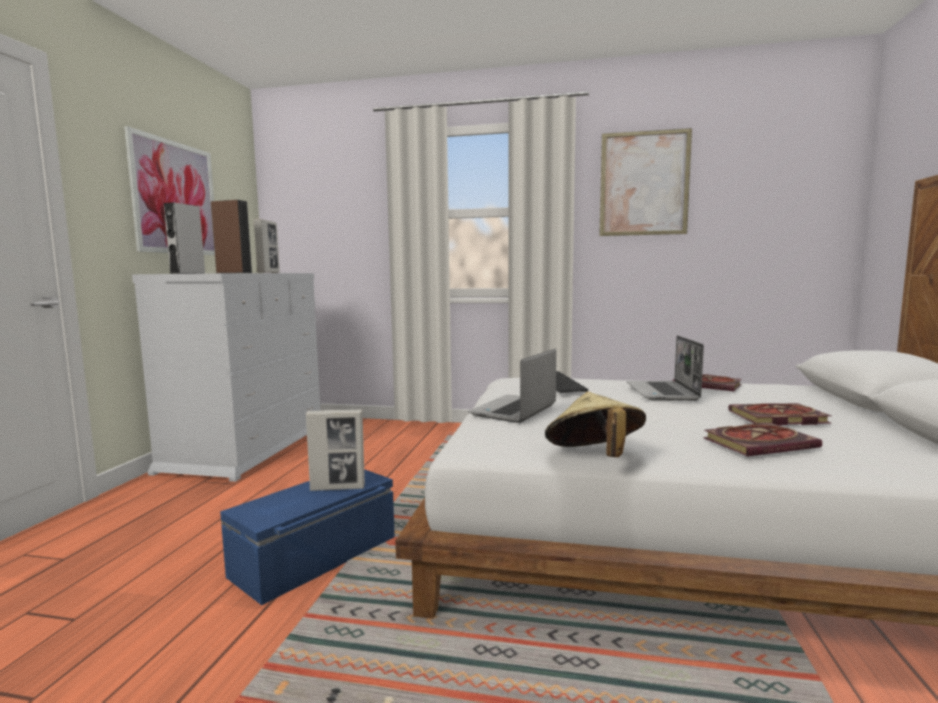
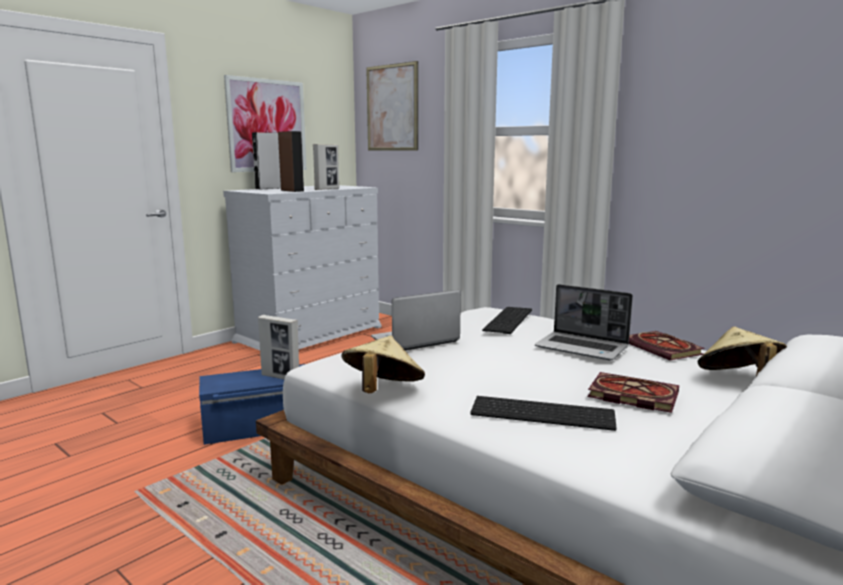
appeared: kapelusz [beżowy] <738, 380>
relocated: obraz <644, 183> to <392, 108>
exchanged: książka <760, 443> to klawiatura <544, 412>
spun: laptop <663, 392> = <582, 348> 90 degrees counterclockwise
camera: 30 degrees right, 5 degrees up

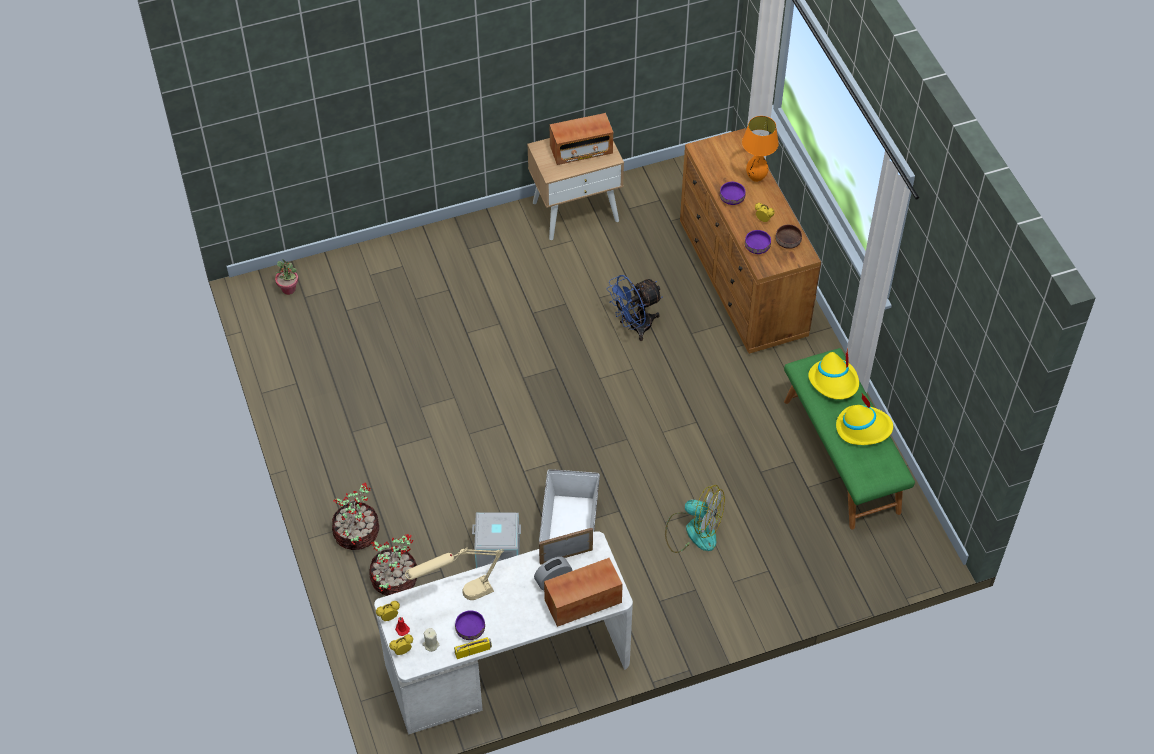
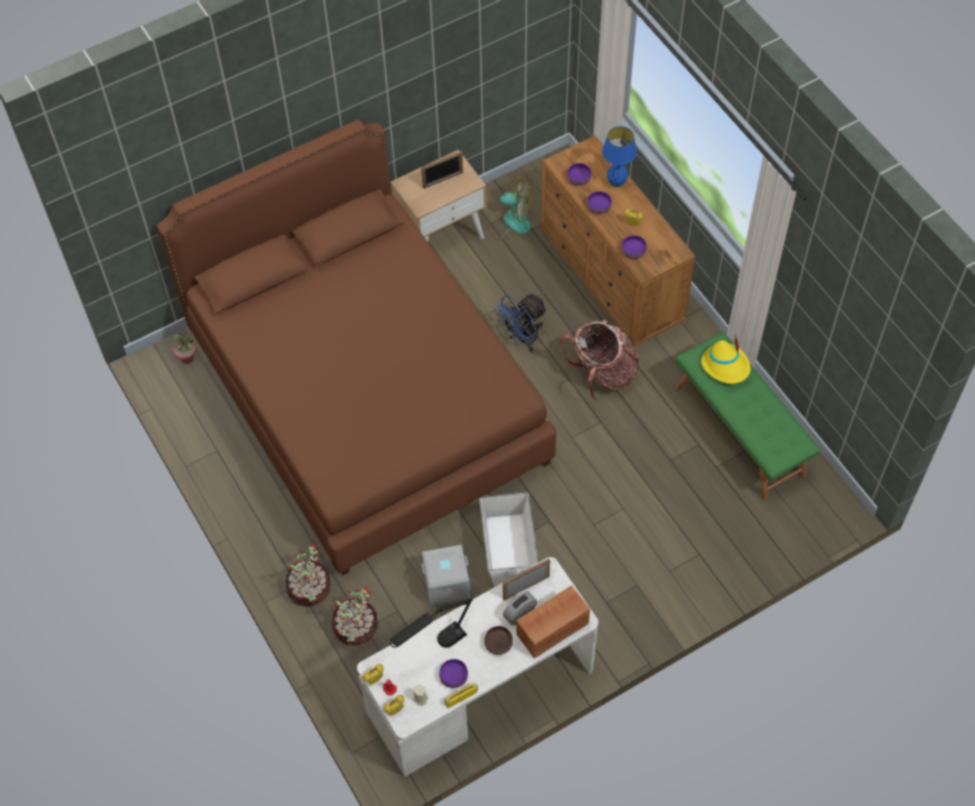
missing: kapelusz [żółty] <863, 428>
appeared: łóżko [brązowy] <366, 397>; miska [fioletowy] <579, 178>; plecak <602, 374>
relocated: miska [brązowy] <787, 241> to <498, 643>; wentylator <693, 531> to <510, 220>
exchanged: radio <581, 150> to ramka na zdjęcie <443, 180>
colour: lampa stołowa [pomarańczowy] <756, 177> to lampa stołowa [niebieski] <616, 183>; lampa stołowa [beżowy] <458, 597> to lampa stołowa [czarny] <435, 647>
camera: 10 degrees left, 5 degrees up

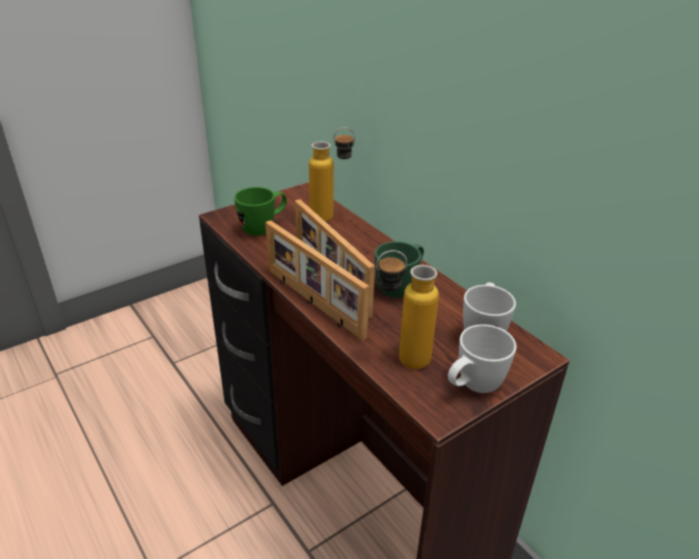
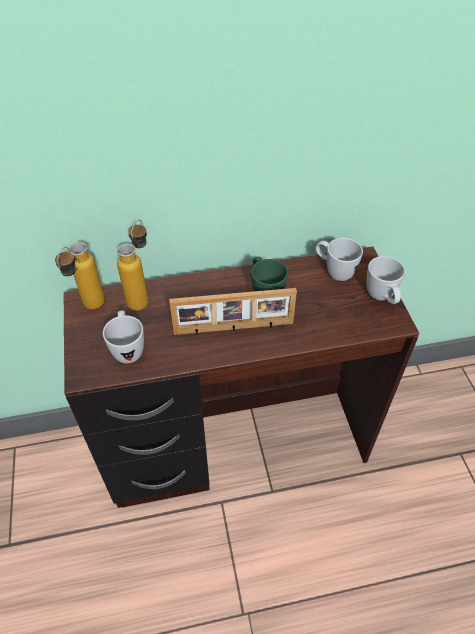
missing: ramka na zdjęcie <312, 303>
relocated: butelka <401, 360> to <89, 308>
colour: kubek [zielony] <263, 228> to kubek [biały] <128, 348>
camera: 65 degrees left, 15 degrees up

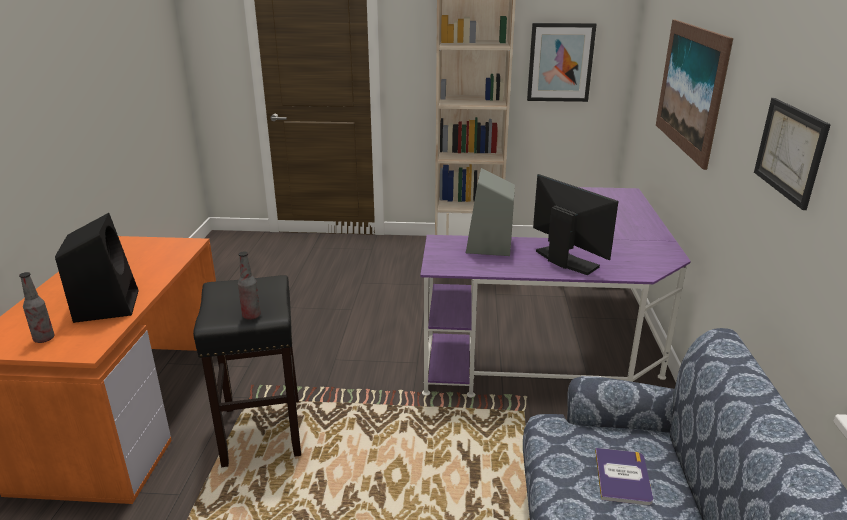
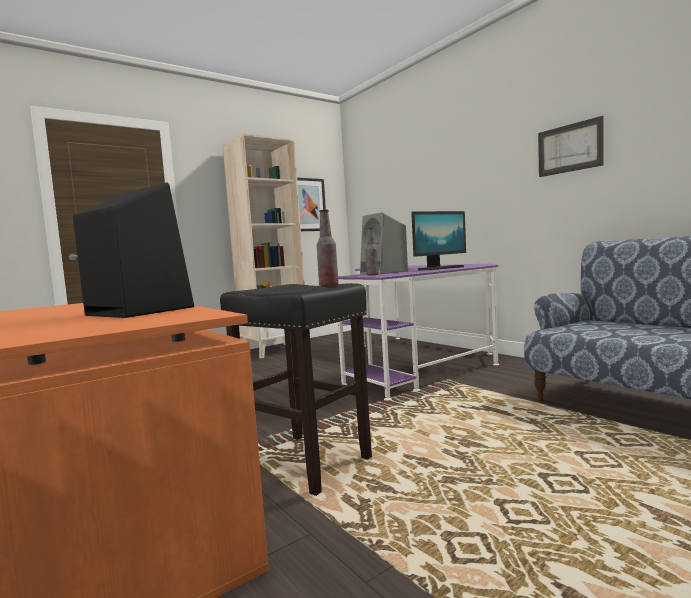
missing: obraz <690, 88>; książka <622, 477>
relocated: butelka <44, 339> to <372, 275>
spun: monitor <565, 261> = <440, 268> 135 degrees clockwise
camera: 40 degrees left, 20 degrees down

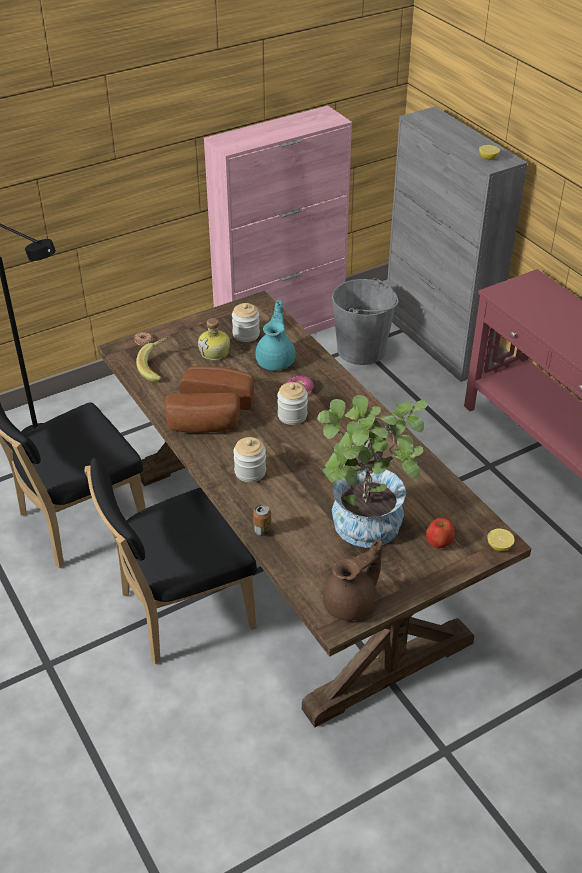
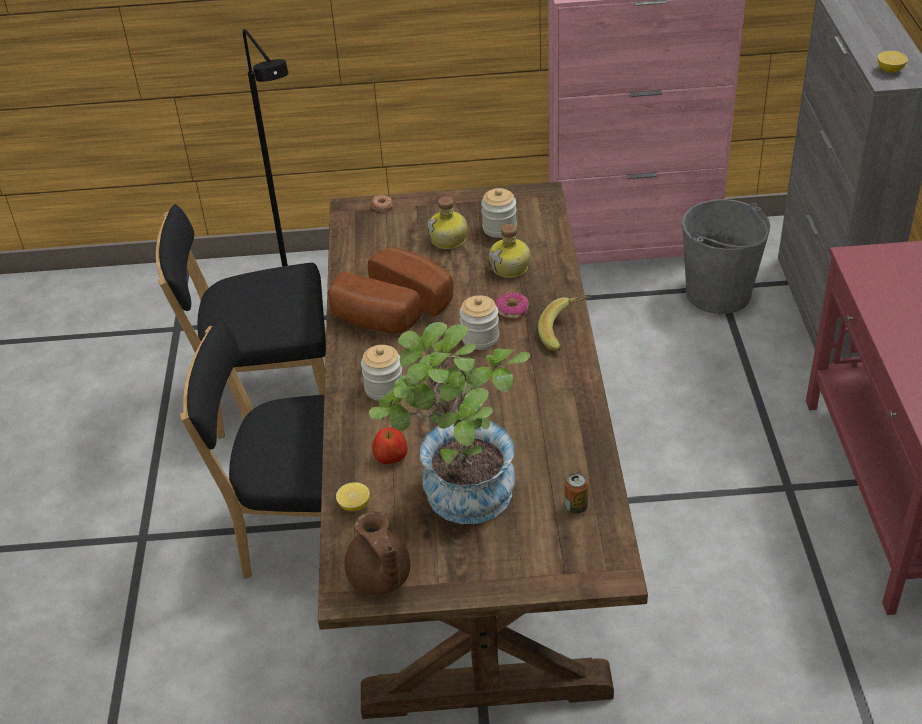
relocated: banan <158, 368> to <566, 332>; puszka <262, 531> to <576, 506>; jabłko <439, 541> to <390, 456>; cytryna <499, 546> to <354, 505>
exchanged: imbryk [turkusowy] <276, 360> to butelka <511, 268>
spun: imbryk [brązowy] <351, 604> = <379, 578> 75 degrees clockwise
camera: 30 degrees right, 0 degrees up

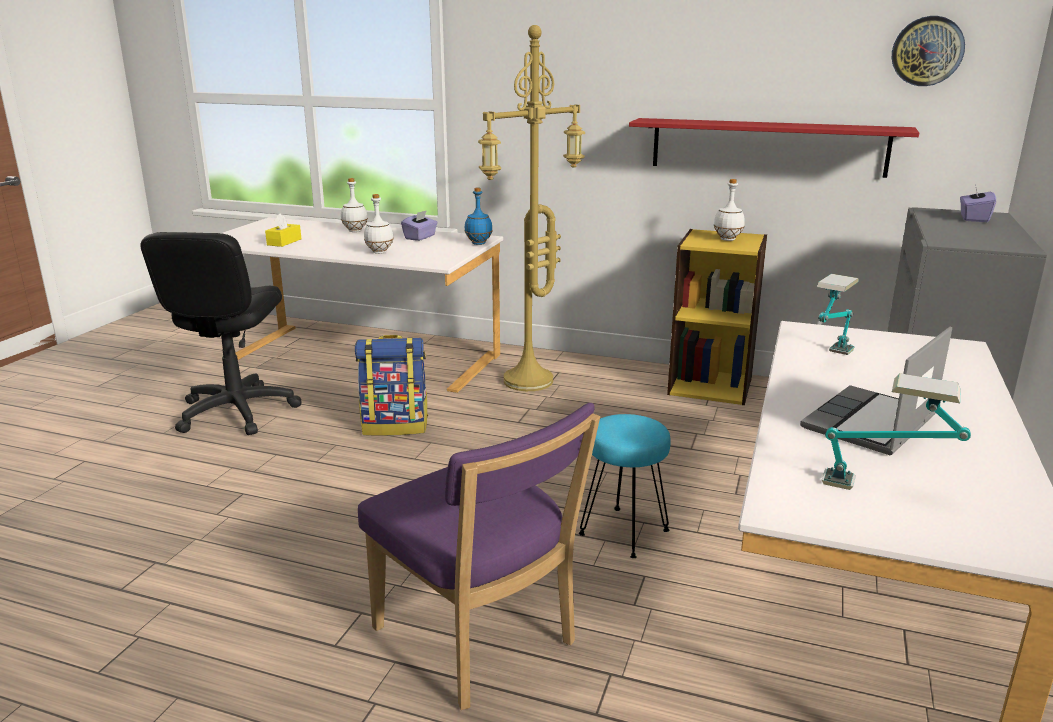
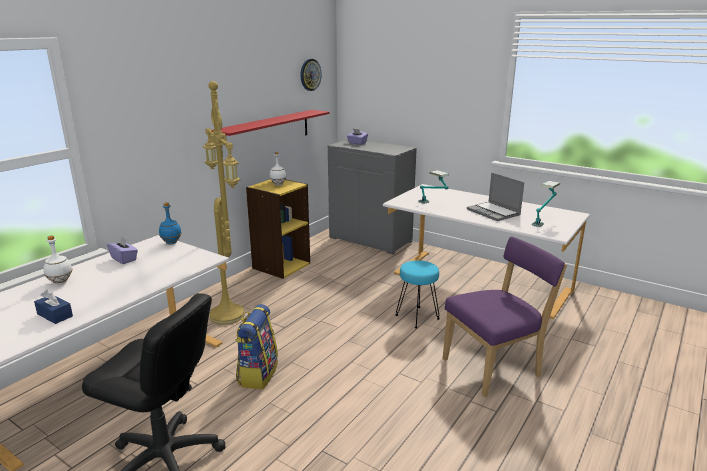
missing: butelka [biały] <379, 252>
colour: pudełko chusteczek [żółty] <284, 242> to pudełko chusteczek [niebieski] <55, 315>
camera: 75 degrees left, 0 degrees up

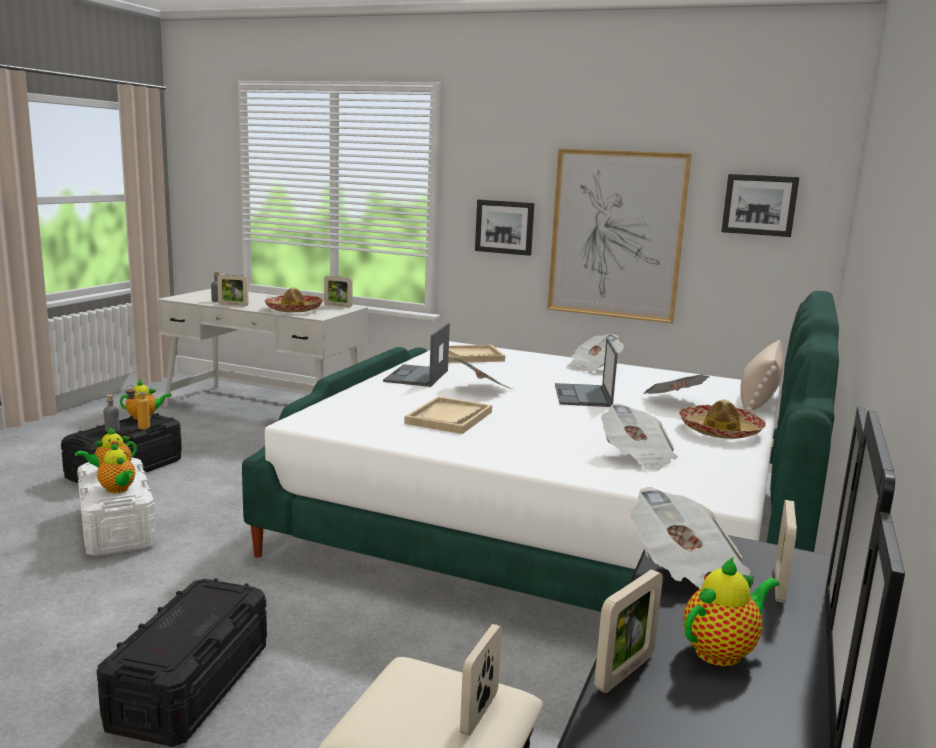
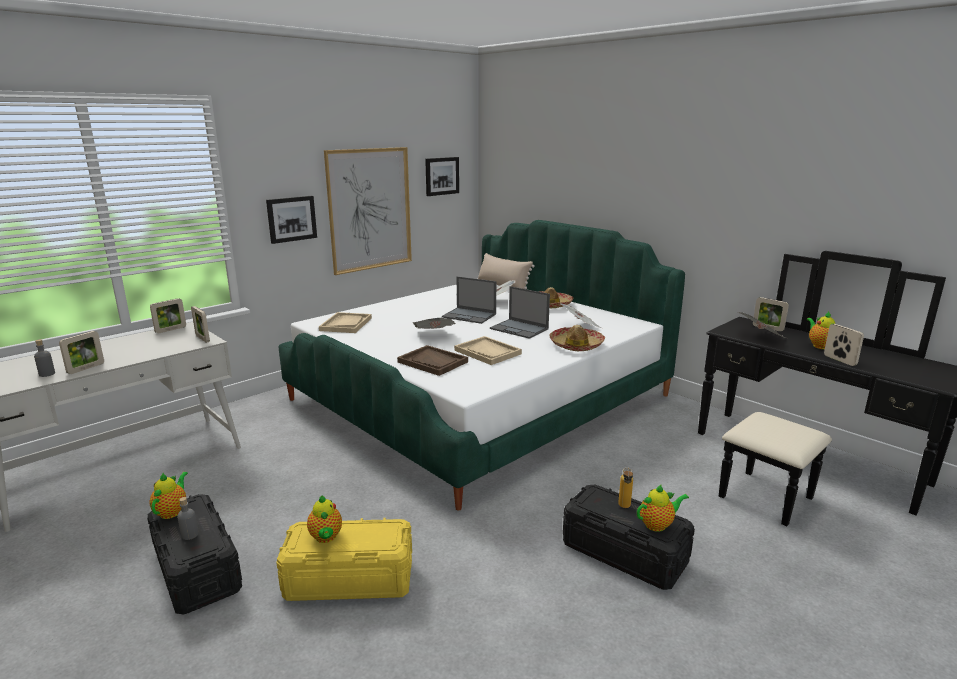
missing: gazeta <592, 367>
appeared: taca [brązowy] <433, 362>
relocated: kapelusz <294, 309> to <576, 345>; laptop <416, 376> to <519, 329>; butelka <139, 428> to <624, 508>; imbryk <118, 490> to <658, 524>; ramka na zdjęcie <479, 713> to <202, 339>
colour: pojemnik do przechowywania [biały] <117, 527> to pojemnik do przechowywania [żółty] <349, 579>
camera: 65 degrees left, 5 degrees up

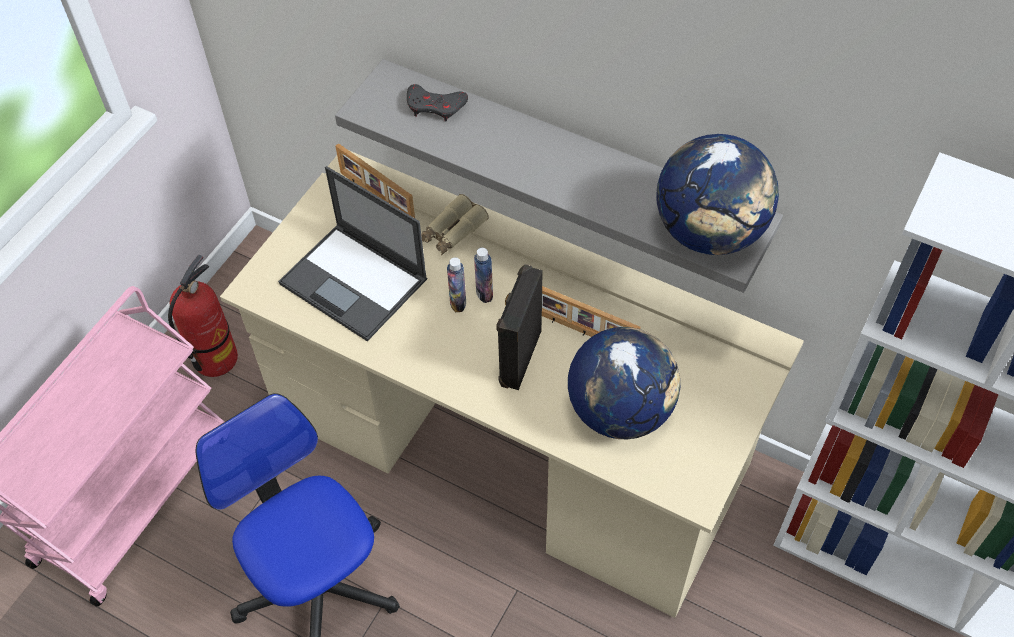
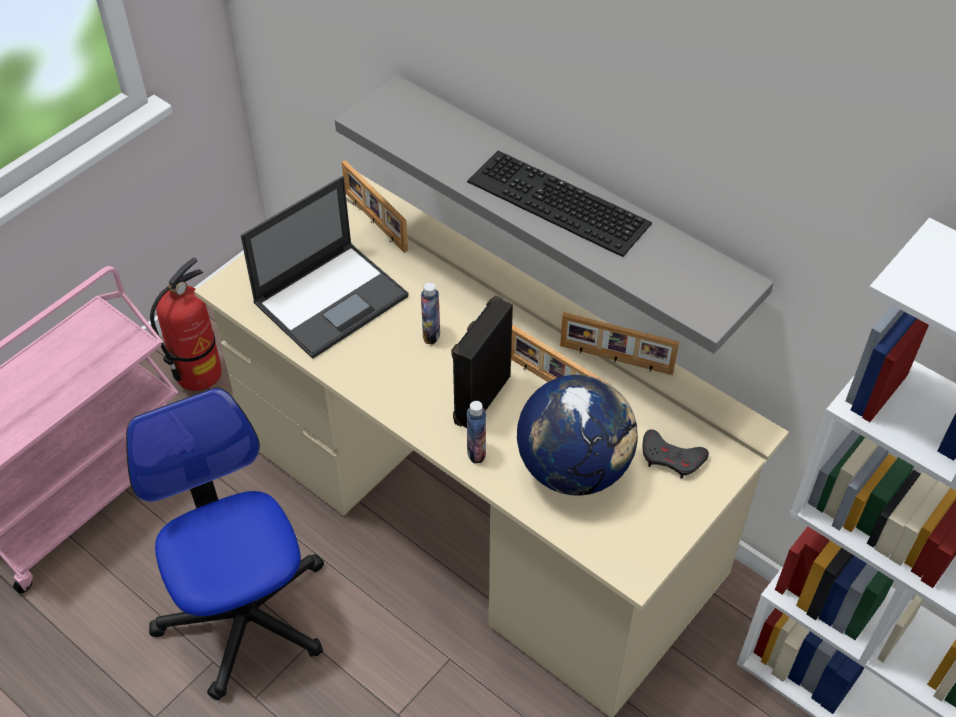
missing: globus <710, 232>; lornetka [beżowy] <452, 231>
appeared: klawiatura <554, 204>; ramka na zdjęcie <615, 360>
relocated: pad do gier [szary] <435, 106> to <671, 458>; butelka <484, 293> to <476, 452>
spun: laptop <355, 282> = <332, 298> 90 degrees counterclockwise
camera: 10 degrees right, 5 degrees down

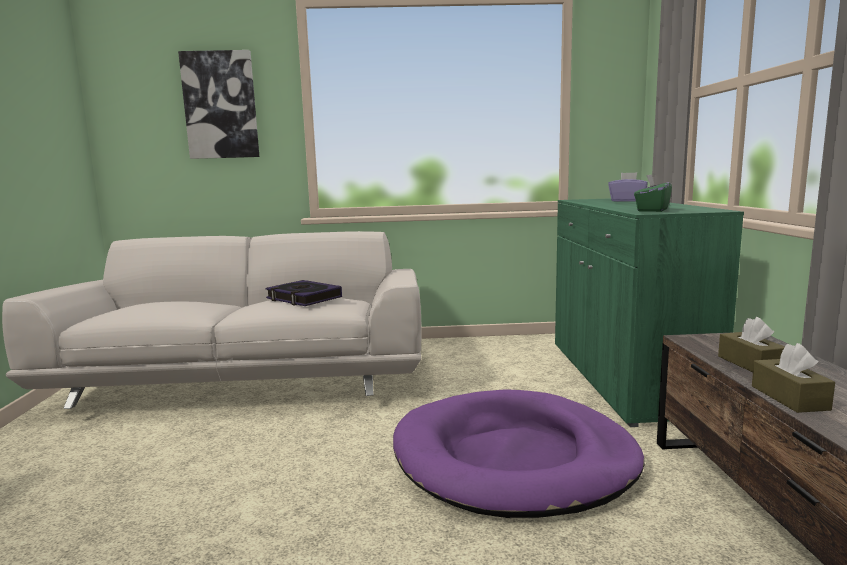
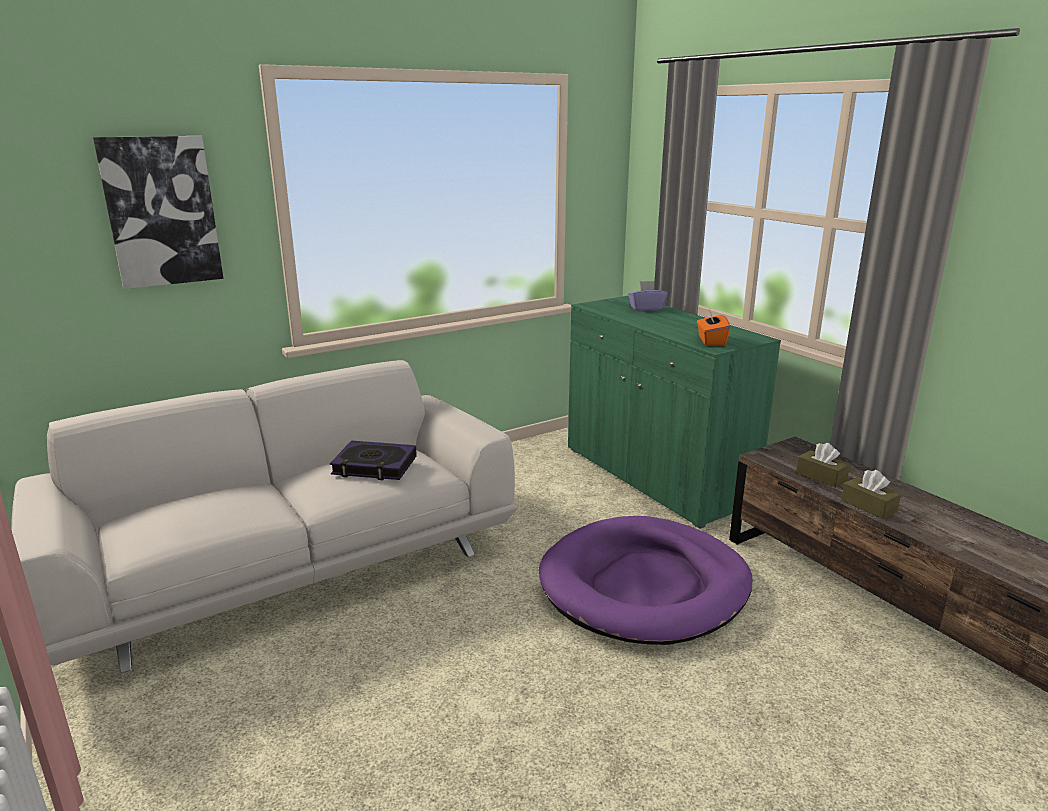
colour: pudełko chusteczek [zielony] <652, 210> to pudełko chusteczek [pomarańczowy] <711, 341>
camera: 30 degrees left, 10 degrees up

